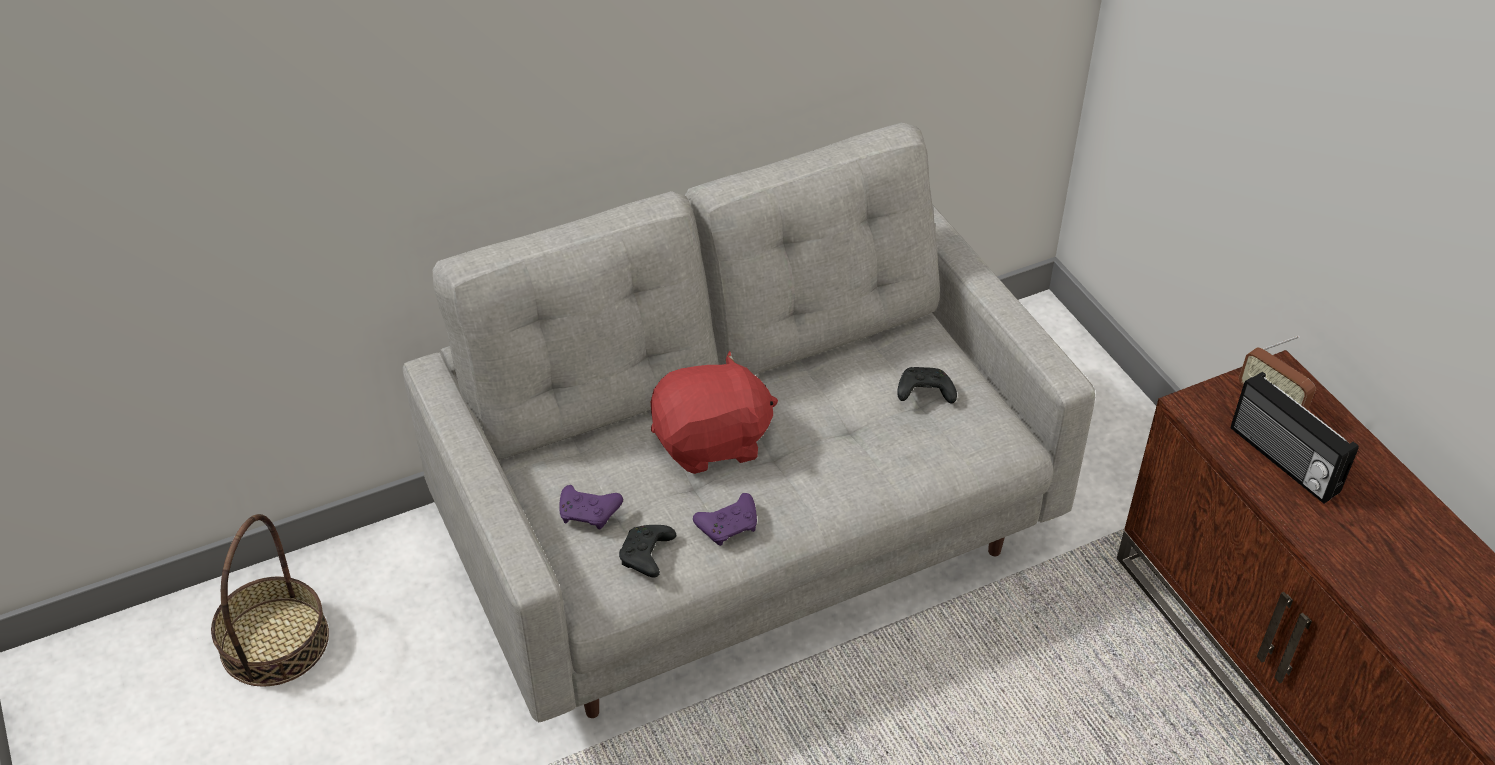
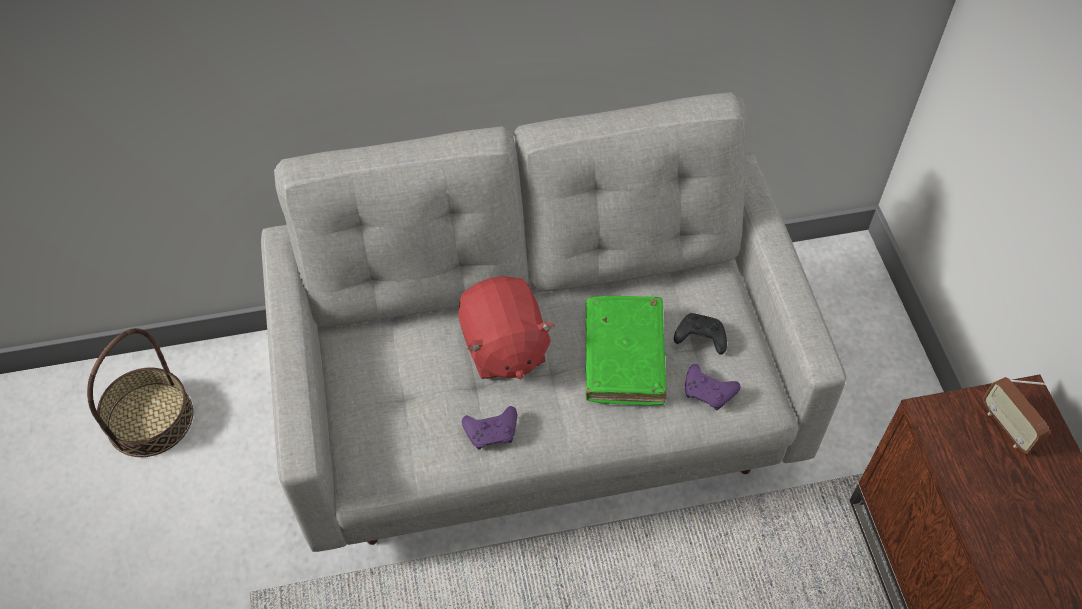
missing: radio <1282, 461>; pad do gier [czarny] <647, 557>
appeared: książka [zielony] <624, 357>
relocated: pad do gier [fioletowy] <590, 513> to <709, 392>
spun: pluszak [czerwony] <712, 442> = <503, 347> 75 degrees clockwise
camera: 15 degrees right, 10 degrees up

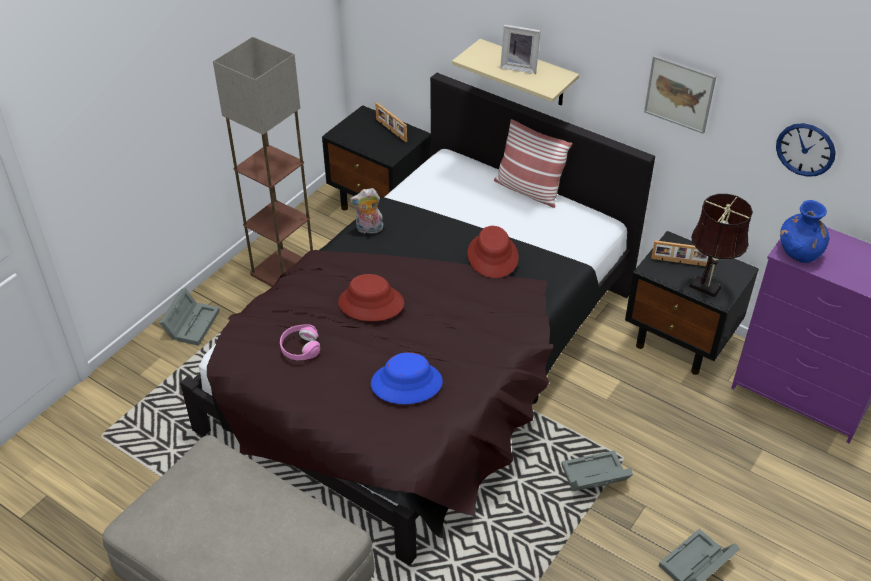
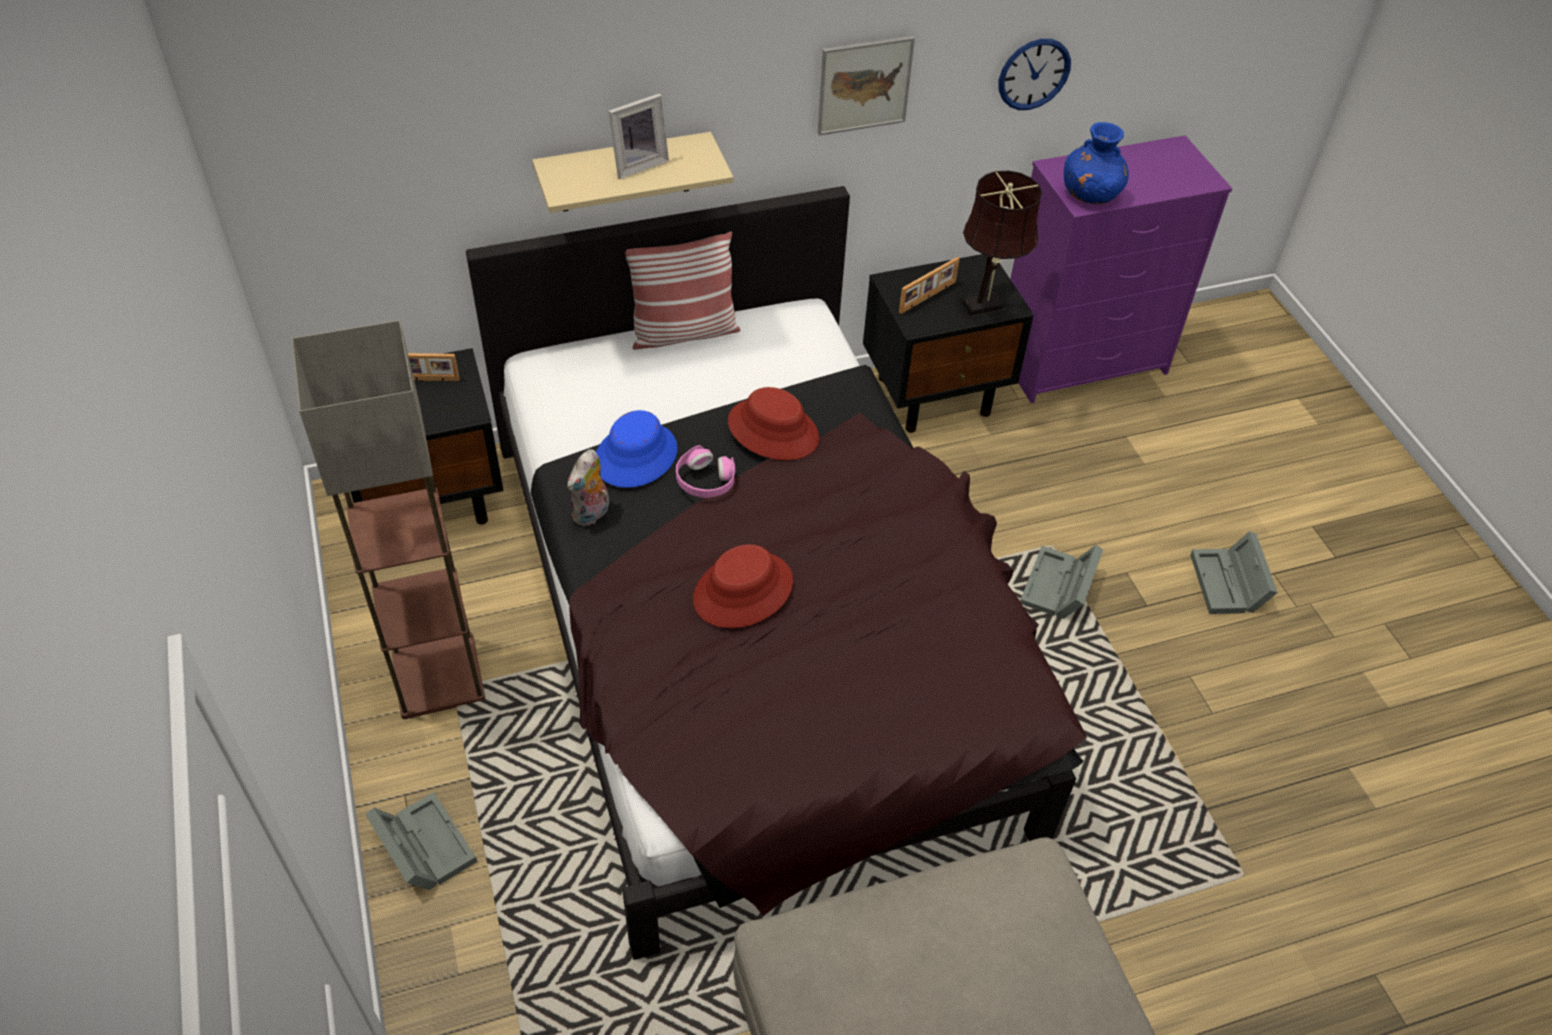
relocated: słuchawki [różowy] <300, 347> to <705, 480>; kapelusz [niebieski] <406, 383> to <635, 455>
camera: 55 degrees left, 5 degrees up

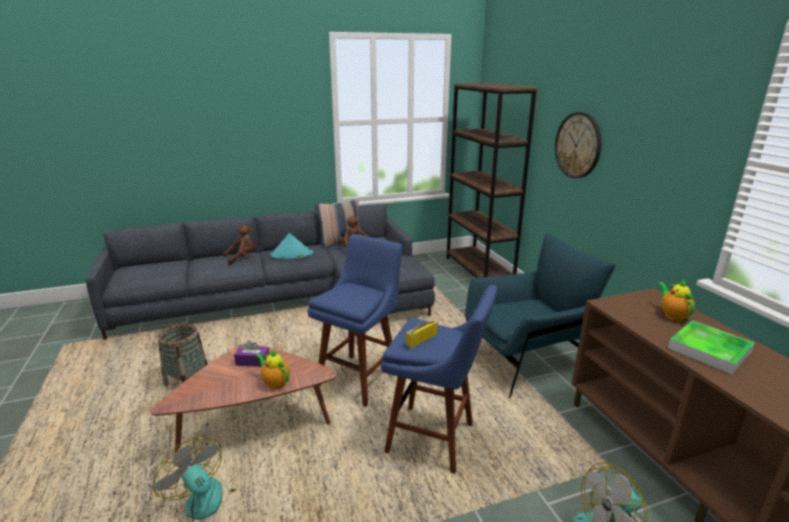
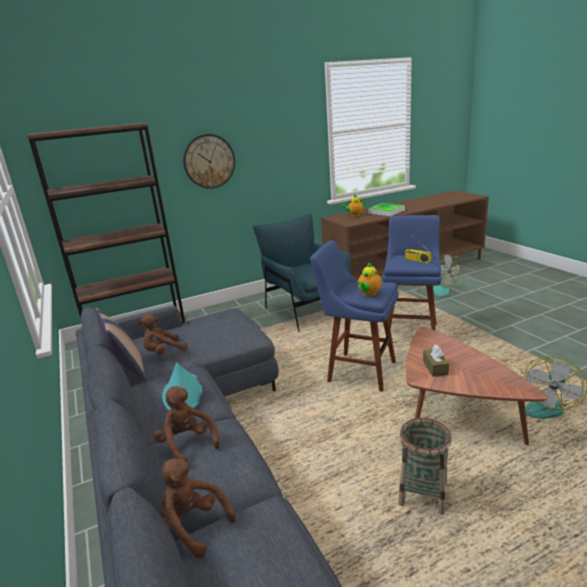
appeared: pluszak [brązowy] <192, 526>
relocated: imbryk <275, 382> to <369, 294>
colour: pudełko chusteczek [fioletowy] <253, 361> to pudełko chusteczek [brązowy] <435, 367>
camera: 95 degrees left, 0 degrees up

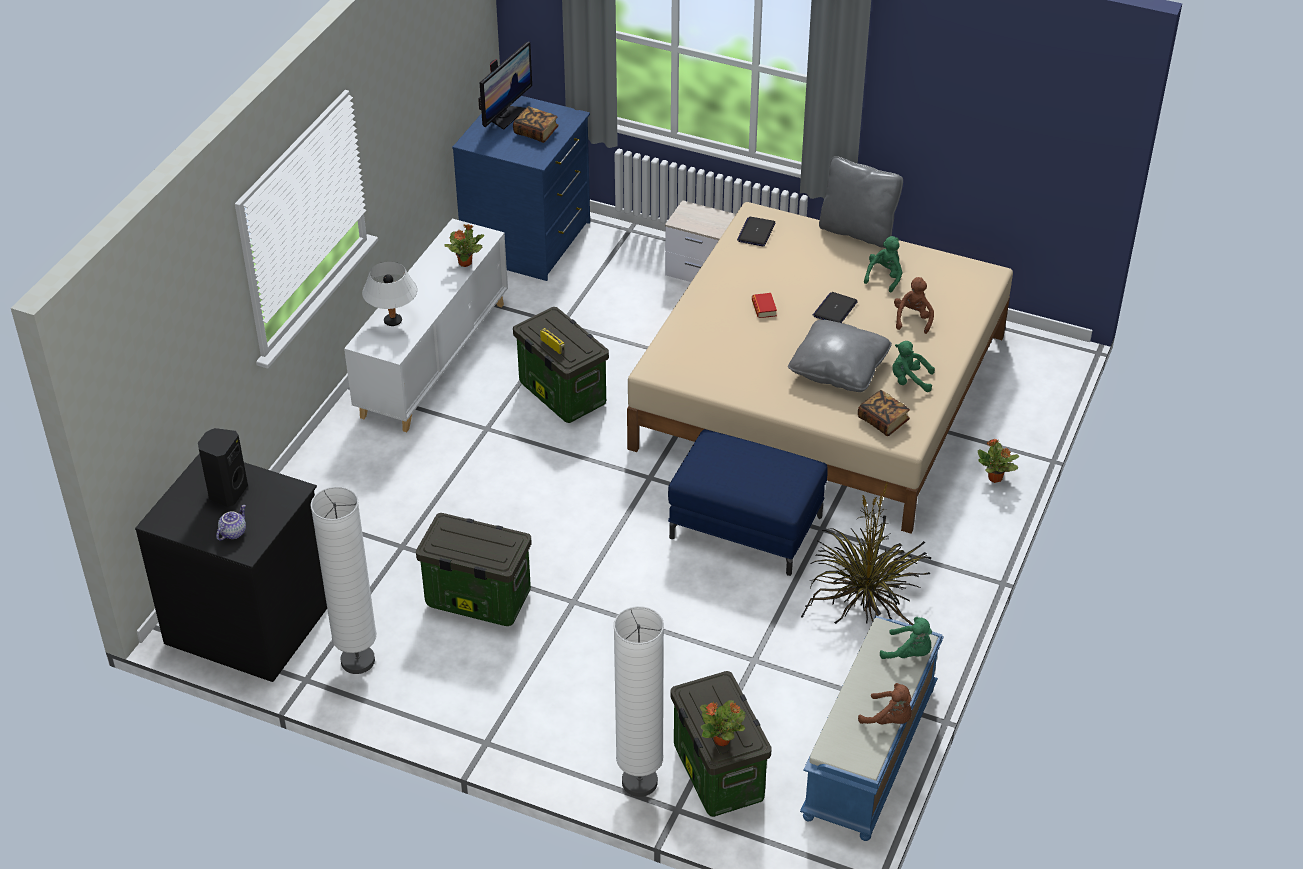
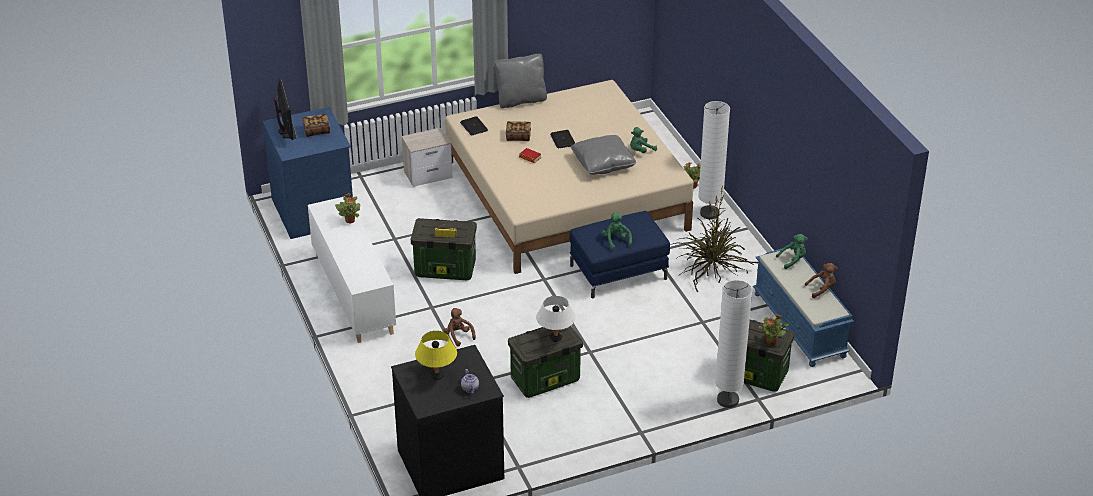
relocated: pluszak [zielony] <884, 277> to <616, 240>; lampa stołowa [biały] <392, 321> to <555, 338>; pluszak [brązowy] <912, 319> to <458, 336>; książka <883, 421> to <518, 136>; lampa stojąca [biały] <357, 661> to <709, 213>
exchanged: głośnik [czarny] <227, 492> to lampa stołowa [żółty] <437, 375>
camera: 45 degrees left, 5 degrees down

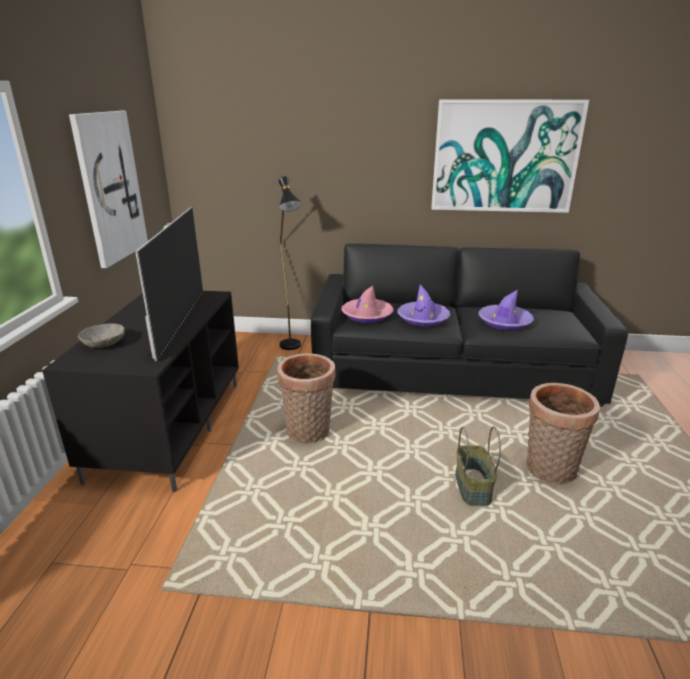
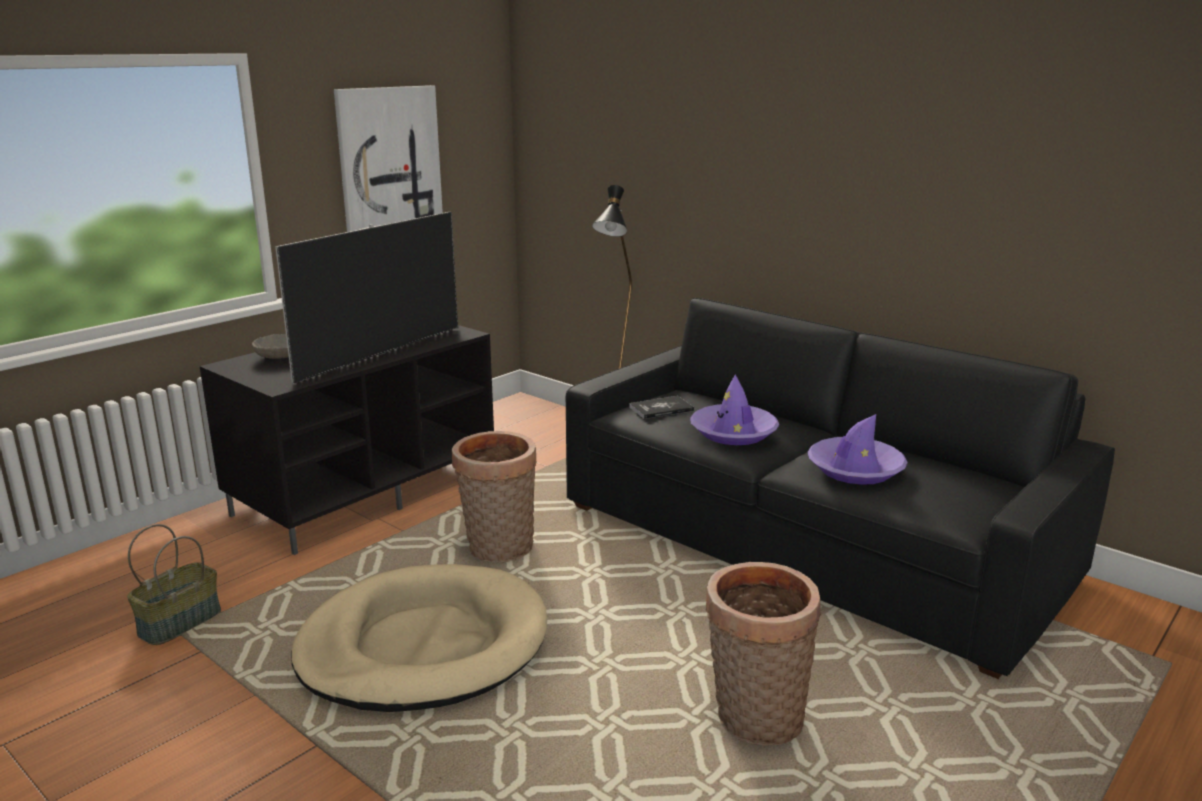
missing: obraz <504, 157>
appeared: legowisko [beżowy] <423, 645>
relocated: koszyk <471, 487> to <180, 622>
exchanged: kapelusz [różowy] <367, 315> to książka <661, 409>
camera: 35 degrees right, 5 degrees down

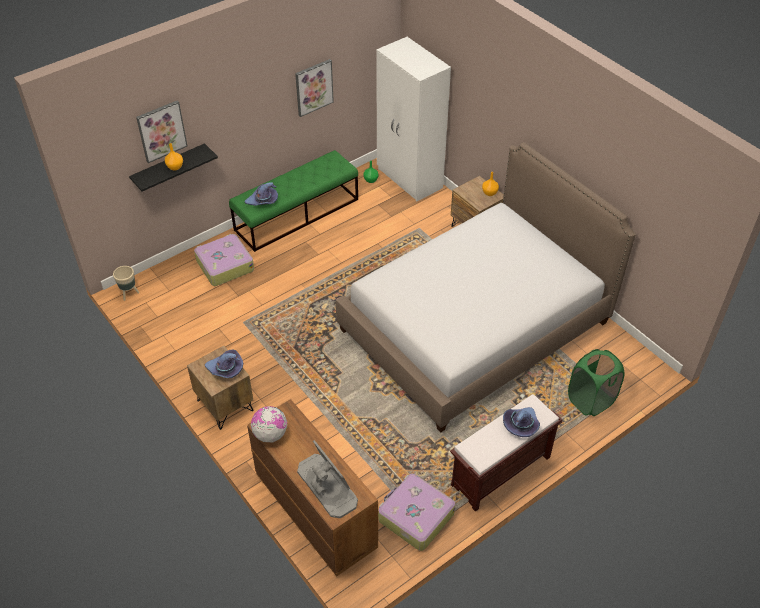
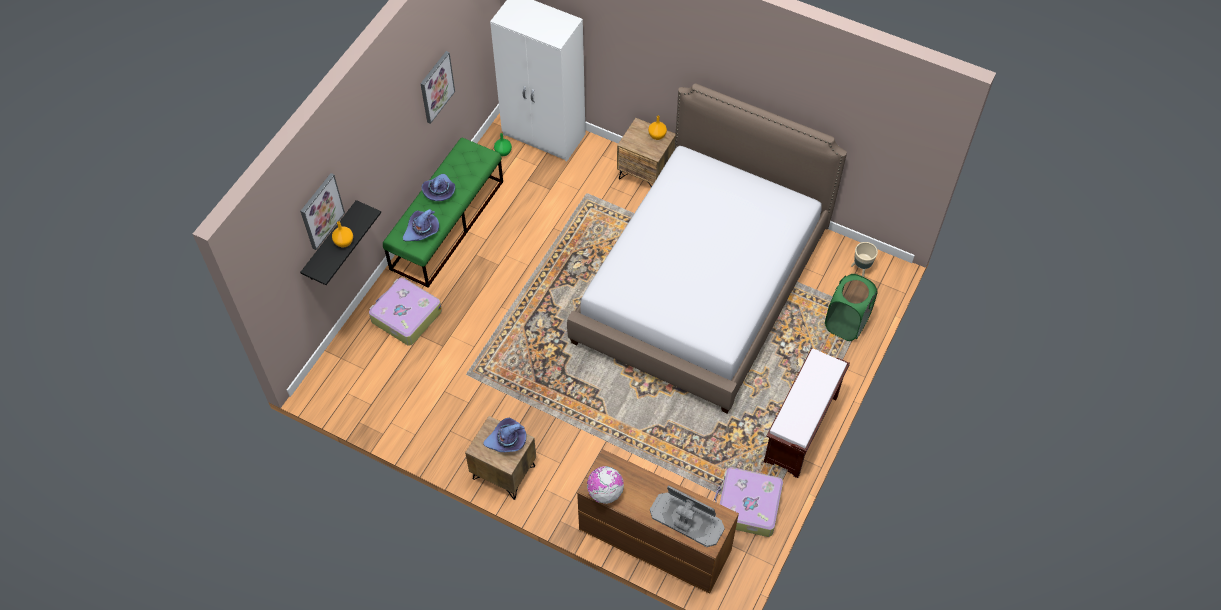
relocated: donica [beżowy] <129, 294> to <861, 270>; kapelusz [fioletowy] <521, 425> to <439, 191>
camera: 25 degrees left, 10 degrees up

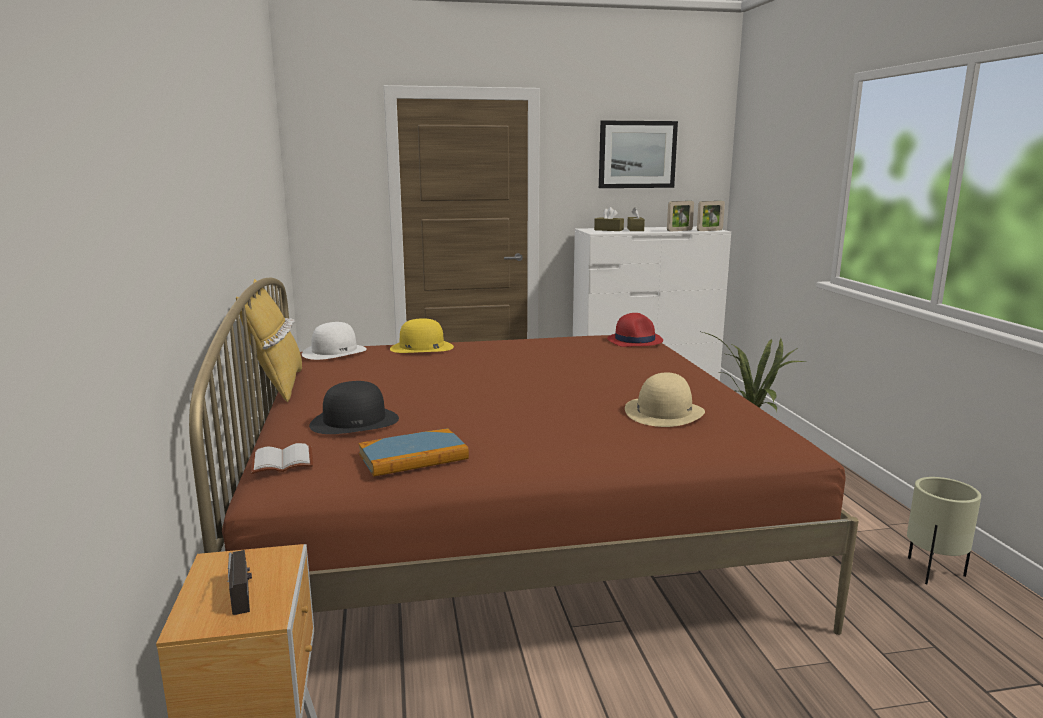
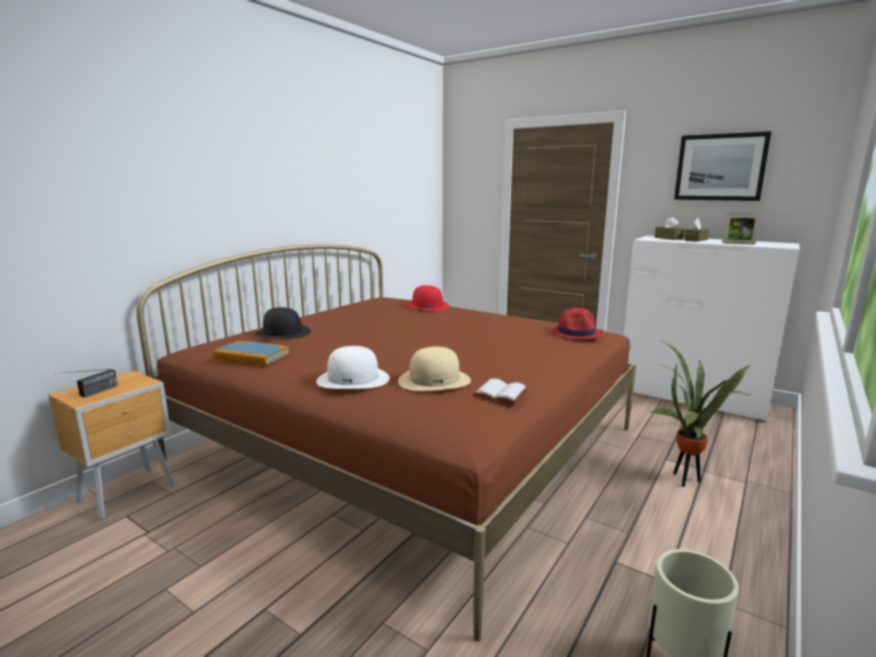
missing: ramka na zdjęcie <709, 230>; poduszka [żółty] <276, 386>
relocated: kapelusz [biały] <334, 351> to <353, 379>; książka [biały] <281, 462> to <499, 393>
colour: kapelusz [żółty] <421, 347> to kapelusz [czerwony] <427, 306>
camera: 45 degrees right, 0 degrees up

